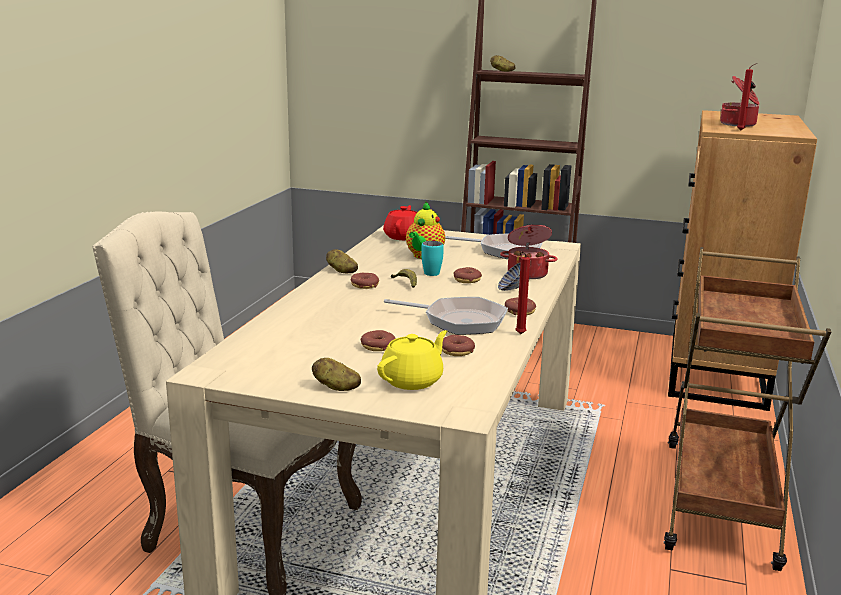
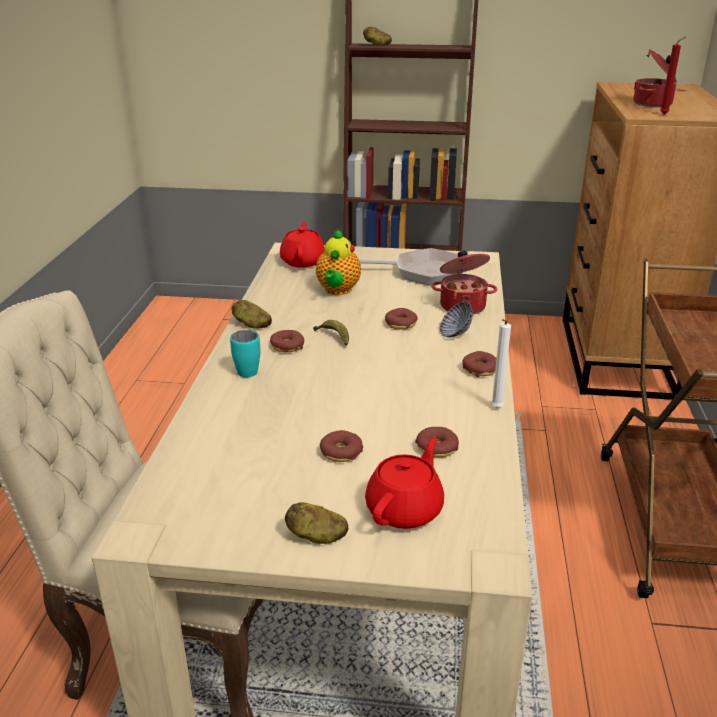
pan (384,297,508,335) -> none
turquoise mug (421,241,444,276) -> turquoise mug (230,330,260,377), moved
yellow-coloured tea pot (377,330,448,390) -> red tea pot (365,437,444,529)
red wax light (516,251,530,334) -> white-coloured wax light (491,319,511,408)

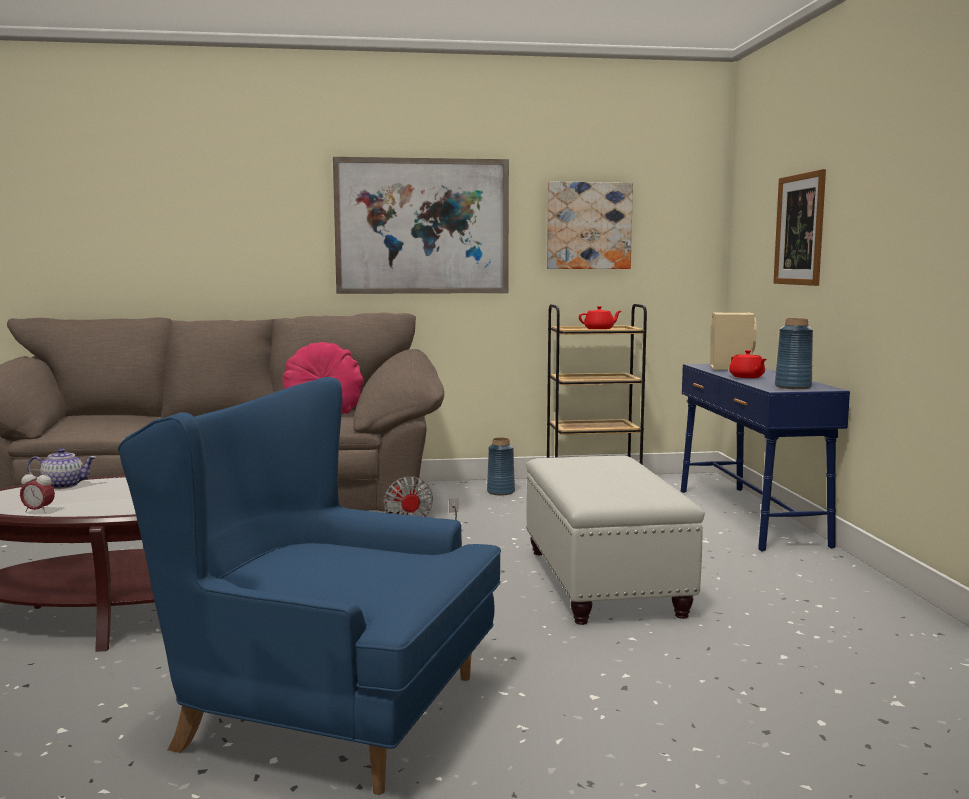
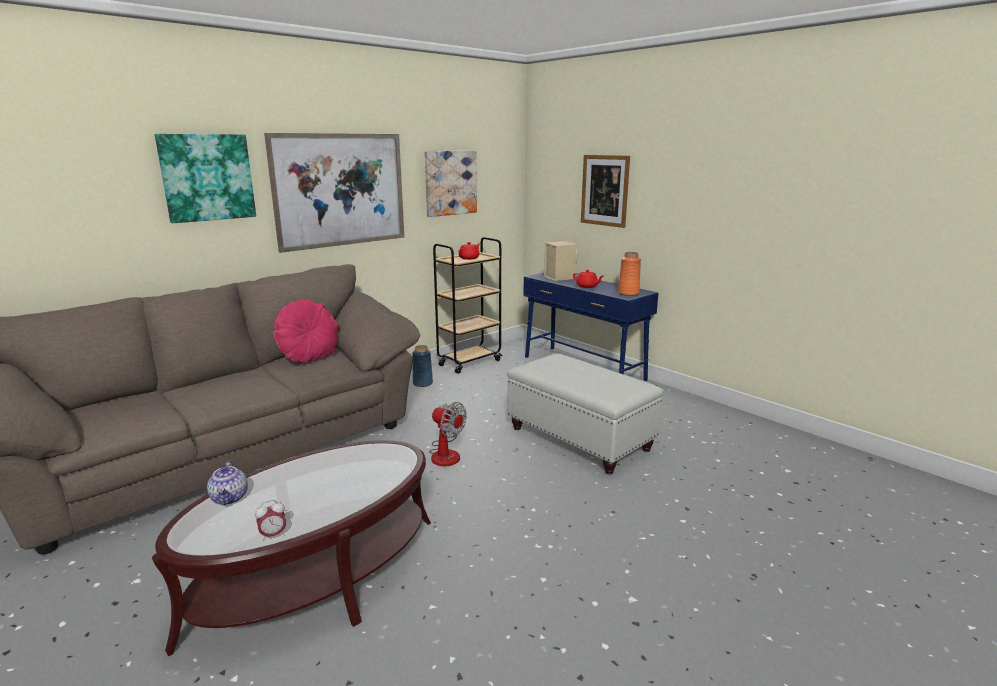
bluish lounge chair (118,377,501,795) -> none
none -> wall picture (155,134,256,223)
bluish decorative vase (775,318,813,389) -> orange decorative vase (618,252,641,296)
tea pot (27,448,96,489) -> tea pot (207,461,248,505), 120 degrees clockwise

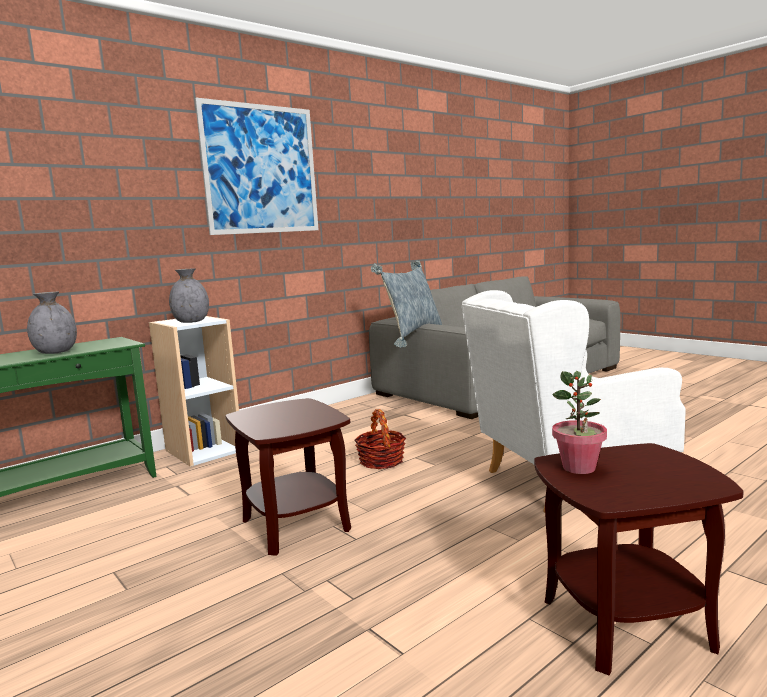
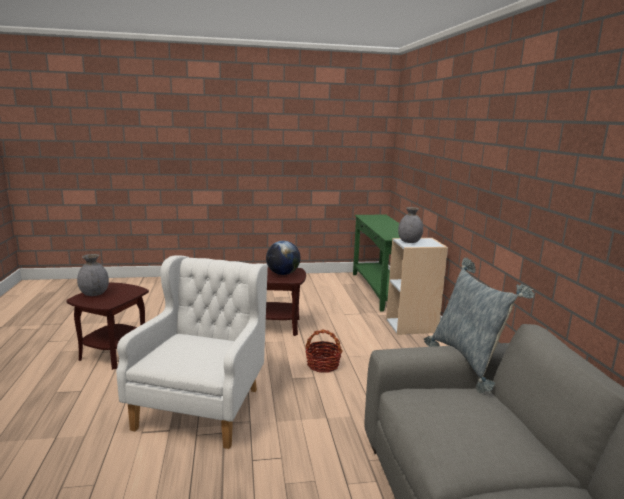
wall picture (195,98,318,235) -> none
plant in a pot (552,371,607,474) -> none
none -> globe (266,241,300,275)
gray decorative vase (27,292,77,354) -> gray decorative vase (77,254,109,296), moved

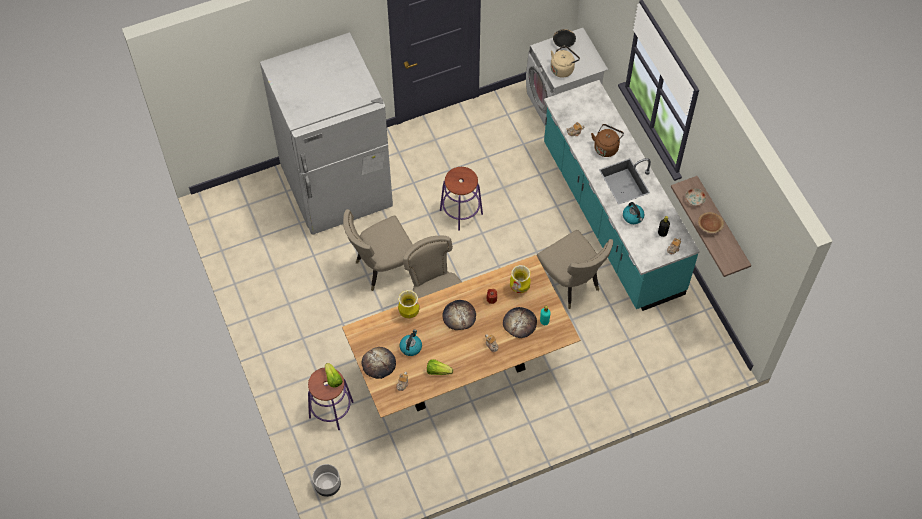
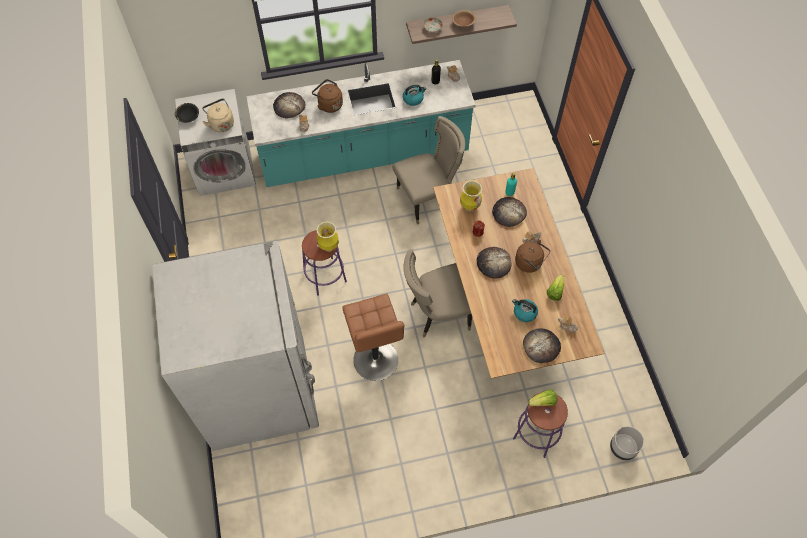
none -> baked bread (273,92,306,119)
none -> brownish water kettle (515,240,550,273)
decorative vase (398,290,420,319) -> decorative vase (316,221,339,252), moved
beige chair (343,209,413,291) -> brownish stool seat (342,293,405,381)

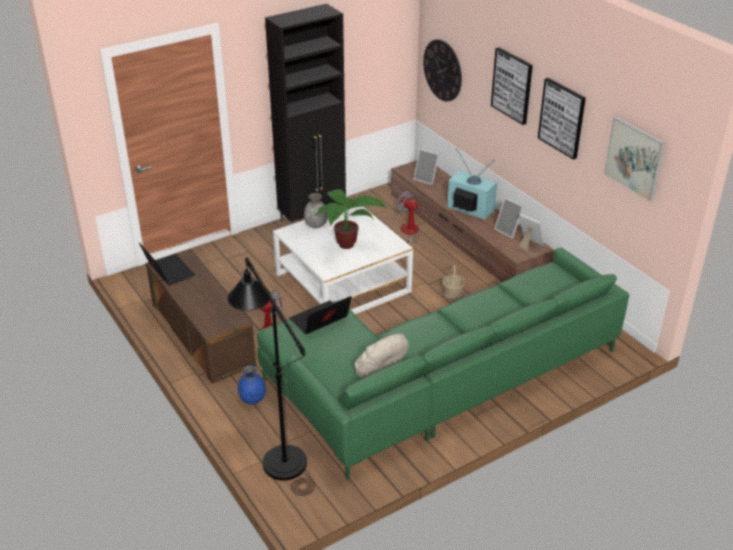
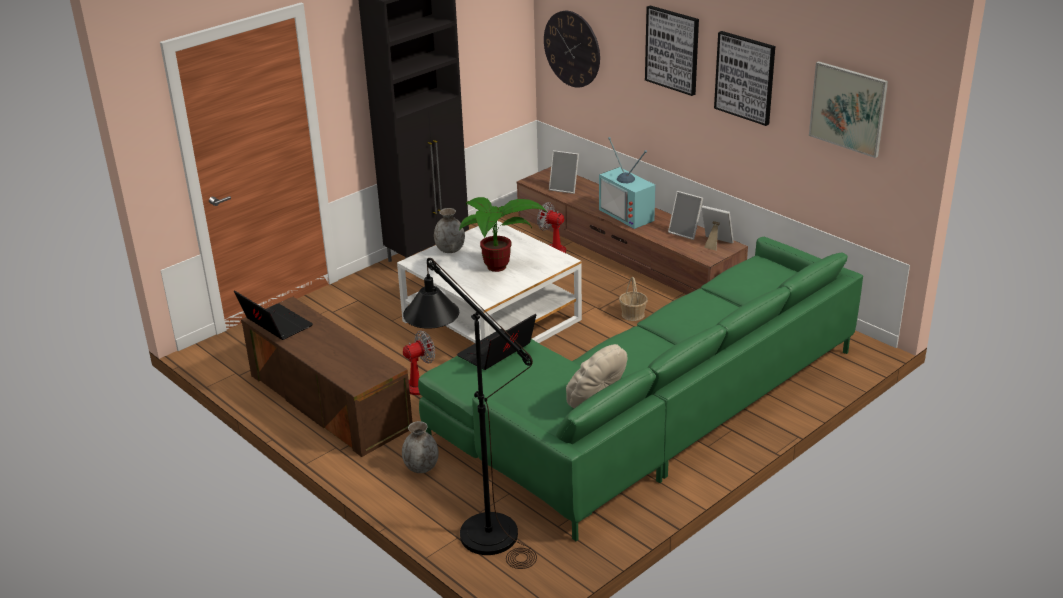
bluish decorative vase (238,366,266,404) -> gray decorative vase (402,421,439,473)
TV (447,148,497,220) -> TV (599,137,656,229), 150 degrees counterclockwise

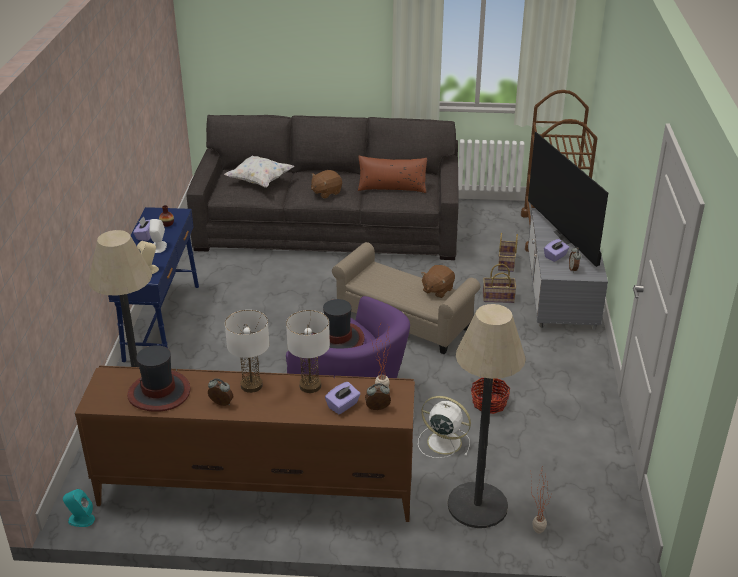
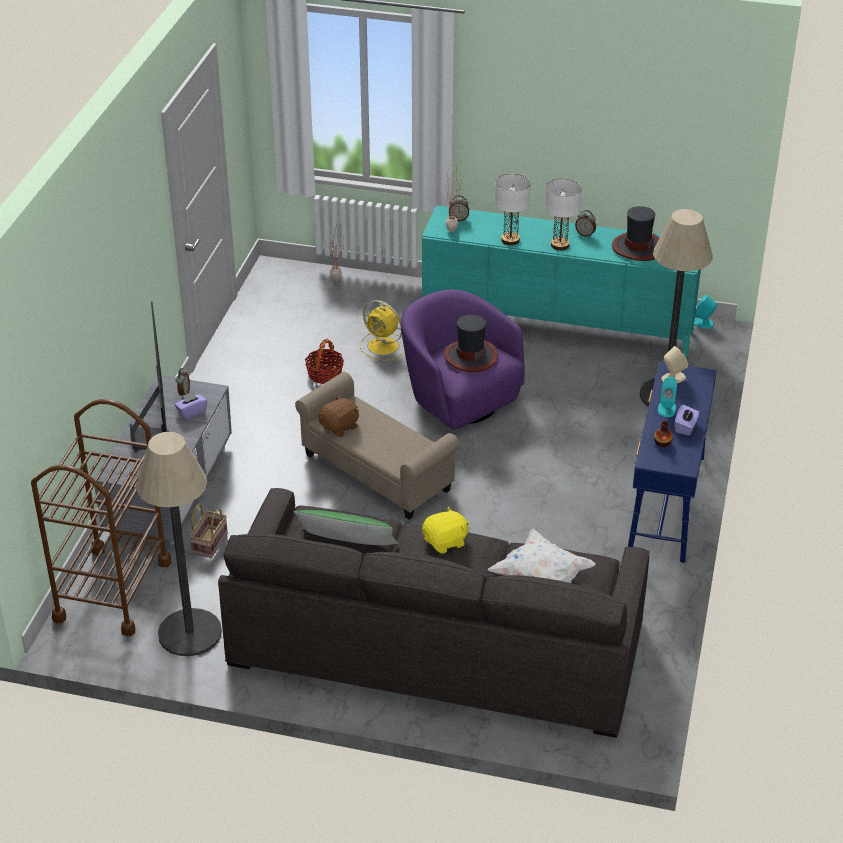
purple box of tissues (325,382,360,414) -> none
household basket (483,264,516,303) -> none
floor lamp (447,304,526,528) -> floor lamp (136,432,222,656), moved
brownish cabinet (75,366,415,522) -> turquoise cabinet (422,205,701,359)
white-coloured speaker (149,219,167,253) -> turquoise speaker (658,377,677,417)
brownish cuddly toy (311,170,342,199) -> yellow-coloured cuddly toy (422,507,469,554)
brownish cushion (358,156,427,193) -> green-coloured cushion (293,510,399,545)
white-coloured fan (418,396,471,458) -> yellow-coloured fan (360,300,405,361)

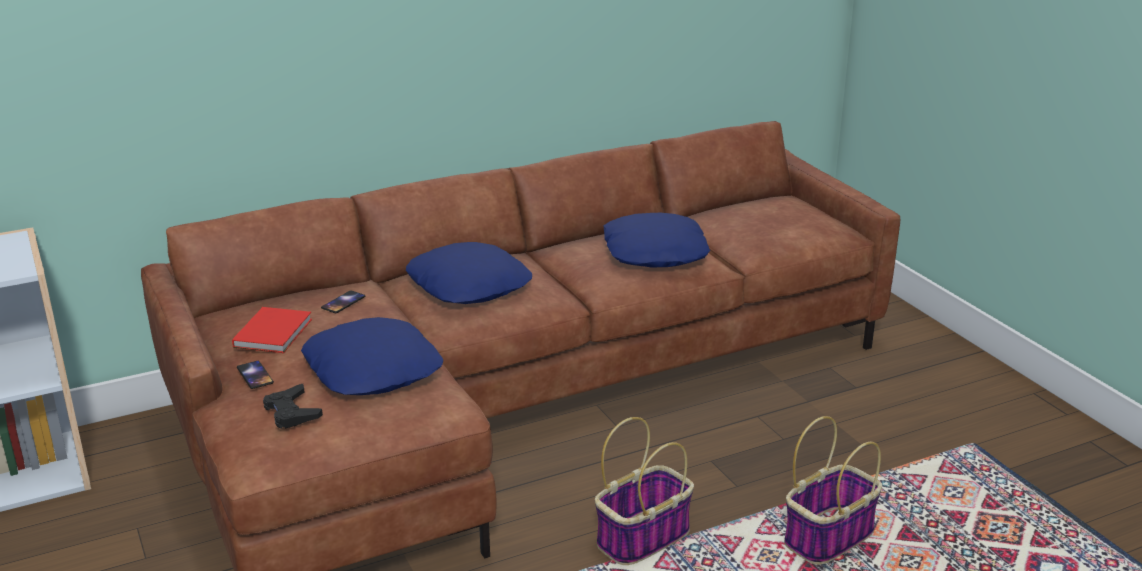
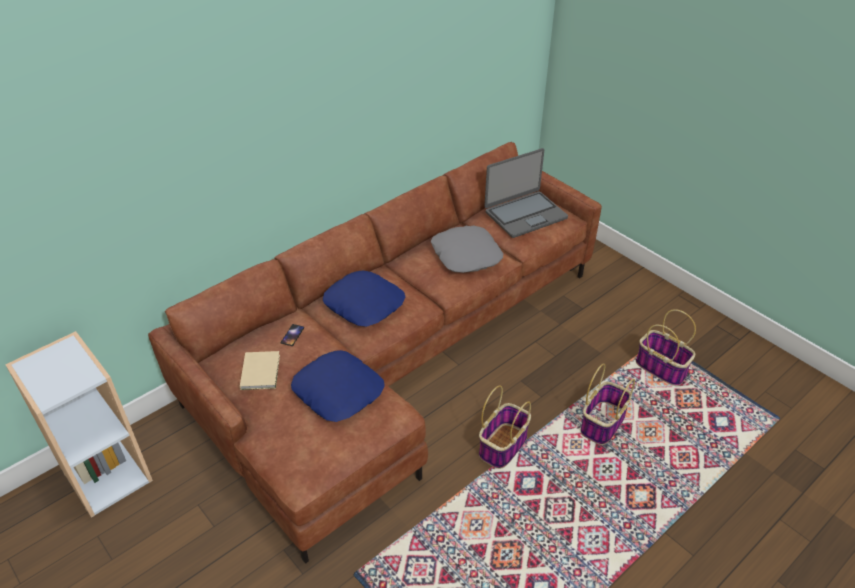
telephone (237,361,274,389) -> none
blackish gamepad (263,384,323,429) -> none
none -> portable computer (485,148,568,238)
none -> household basket (636,309,696,386)
red book (232,307,312,353) -> beige book (240,351,280,390)
bluish cushion (604,213,710,267) -> gray cushion (431,225,503,273)

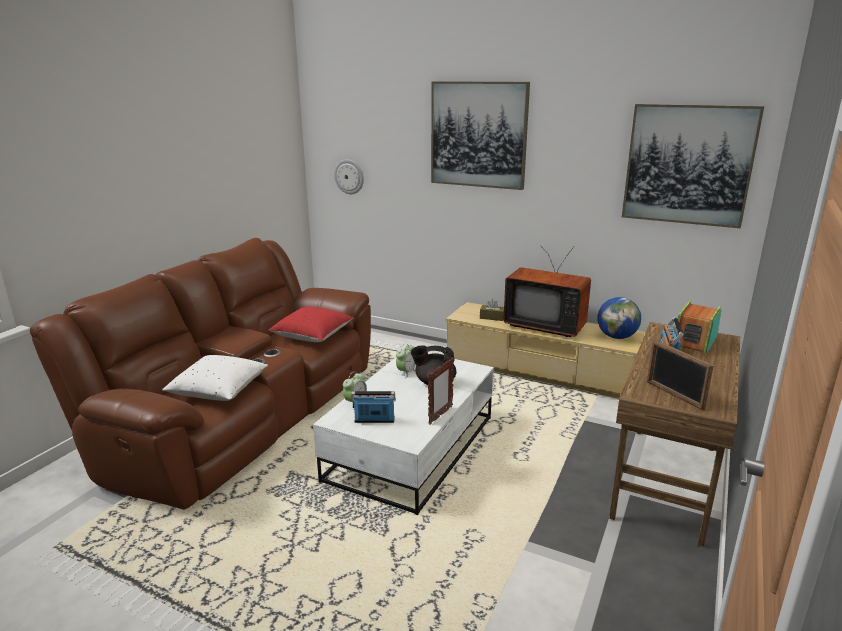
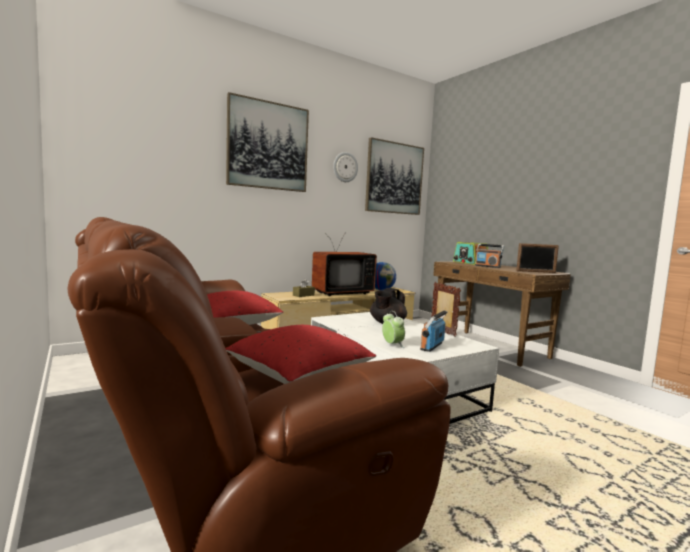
alarm clock (396,343,416,378) -> none
wall clock (334,159,364,194) -> wall clock (333,152,358,182), moved
white-coloured cushion (162,355,268,401) -> red cushion (225,325,376,384)

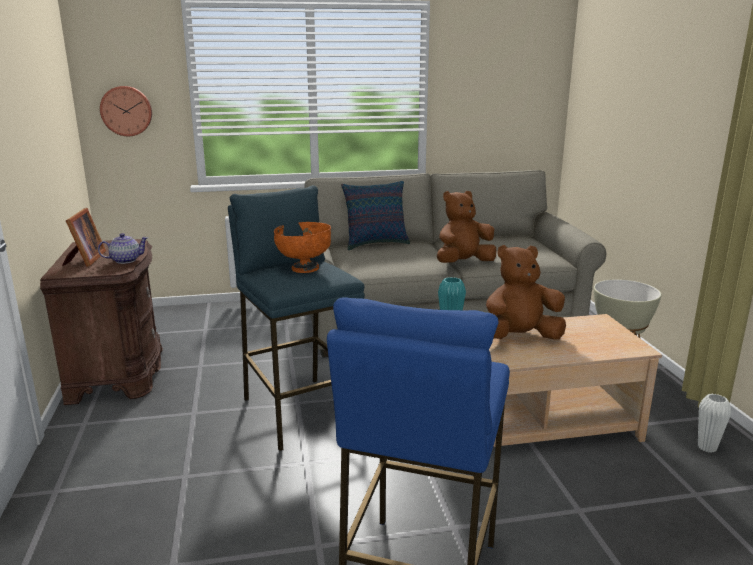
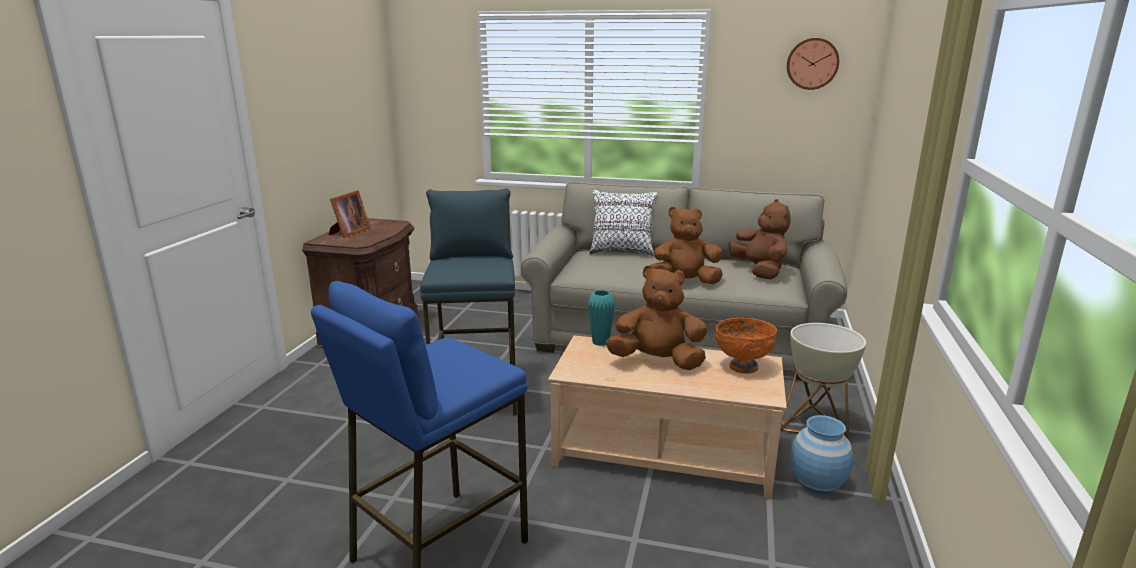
tea pot (98,233,148,264) -> none
white-coloured decorative vase (698,394,731,453) -> none
none -> brownish cuddly toy (728,199,790,280)
none -> bluish decorative vase (791,415,854,494)
wall clock (100,86,152,136) -> wall clock (787,38,839,90), moved
orange bowl (274,222,331,273) -> orange bowl (716,318,777,374), moved
bluish cushion (341,181,410,250) -> white-coloured cushion (589,190,657,256)

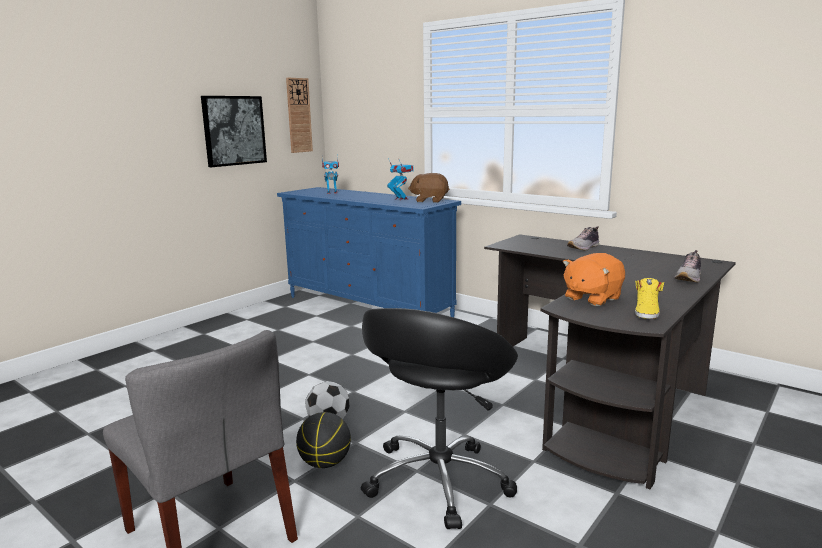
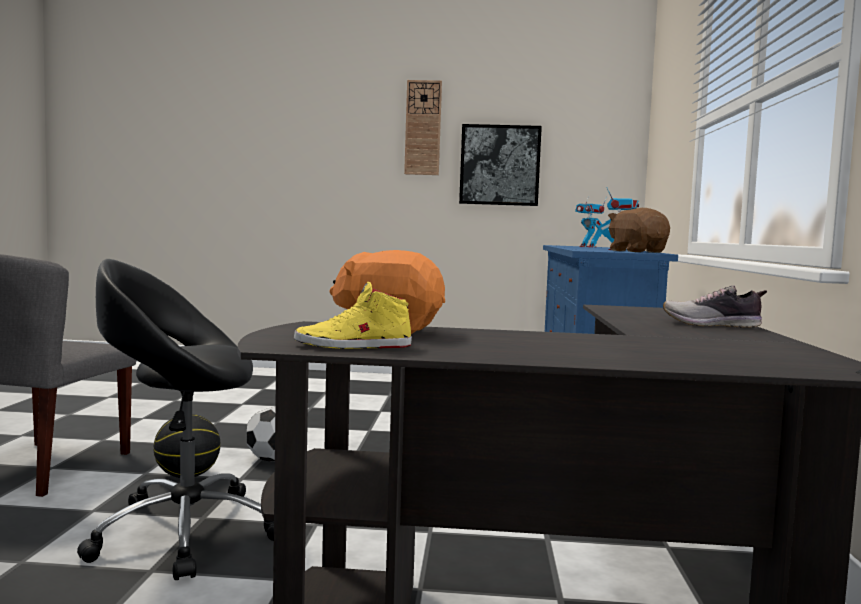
low shoe (674,250,701,282) -> none
wall clock (286,78,313,153) -> wall clock (404,80,442,175), moved

